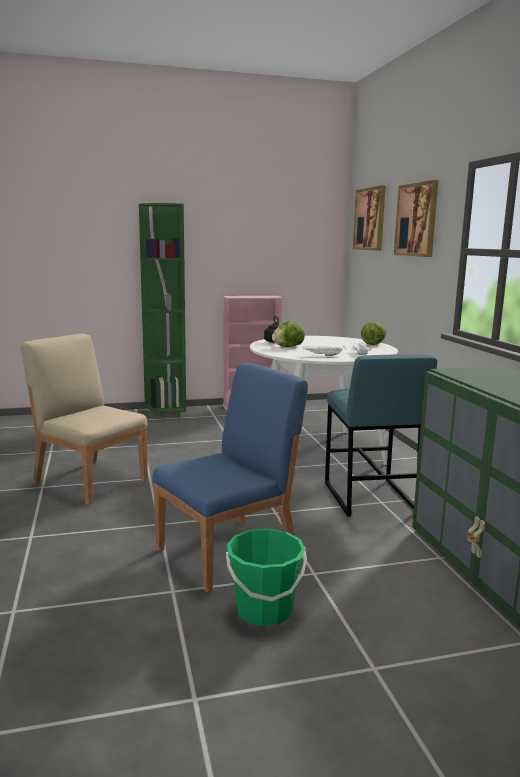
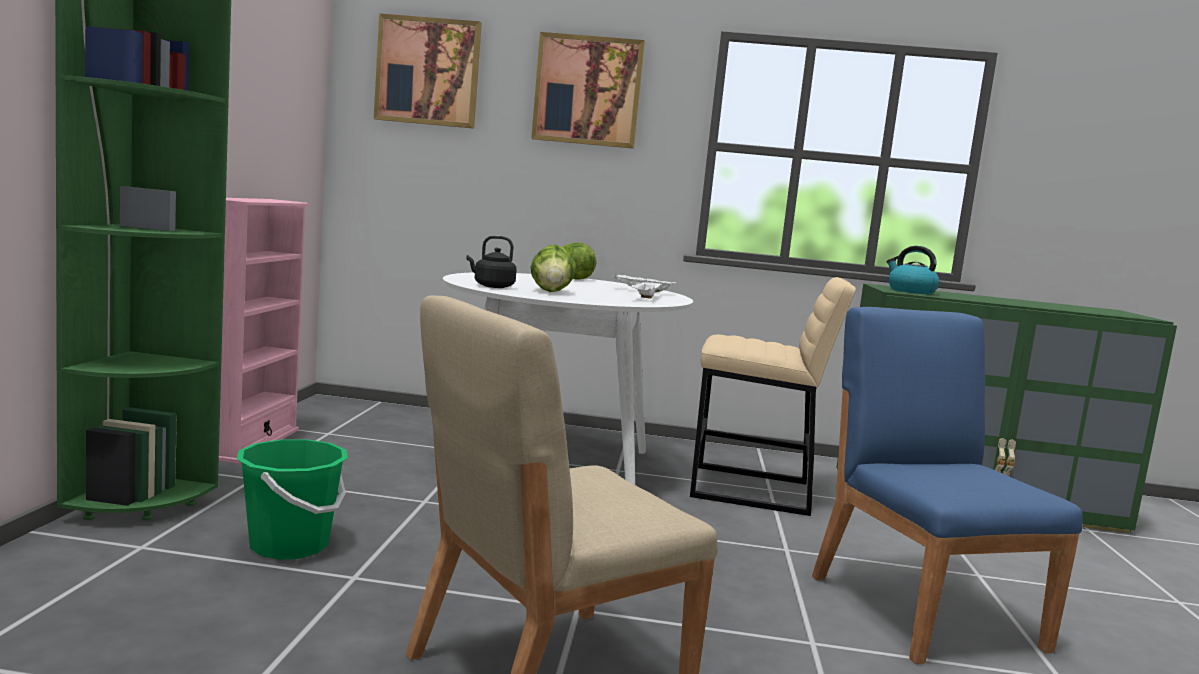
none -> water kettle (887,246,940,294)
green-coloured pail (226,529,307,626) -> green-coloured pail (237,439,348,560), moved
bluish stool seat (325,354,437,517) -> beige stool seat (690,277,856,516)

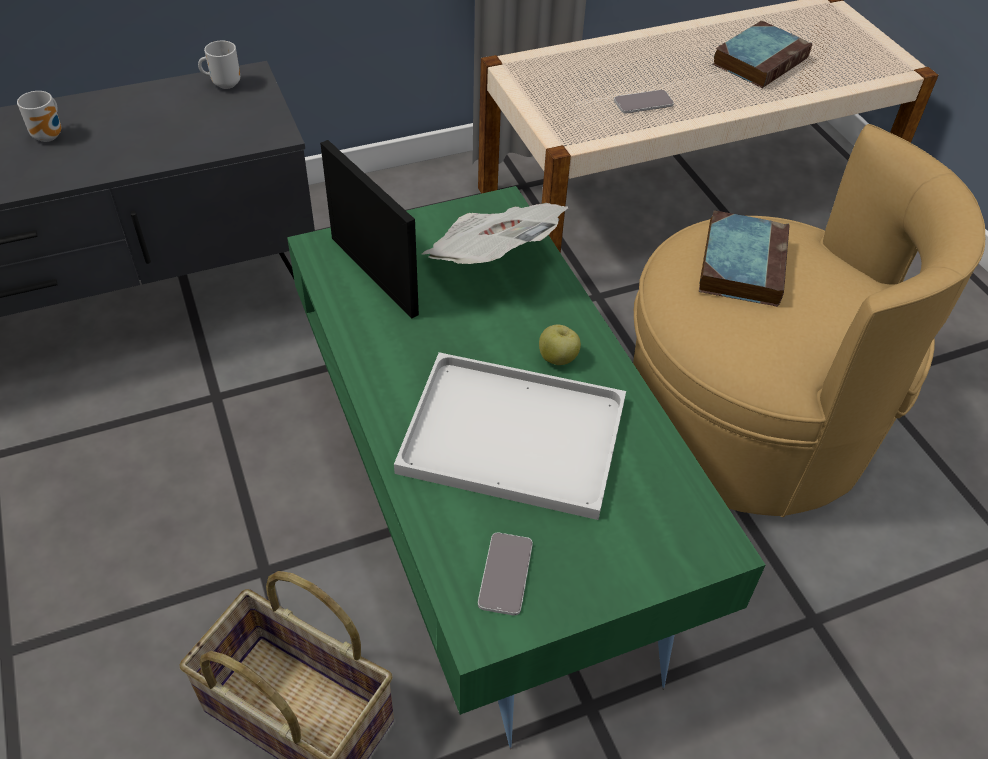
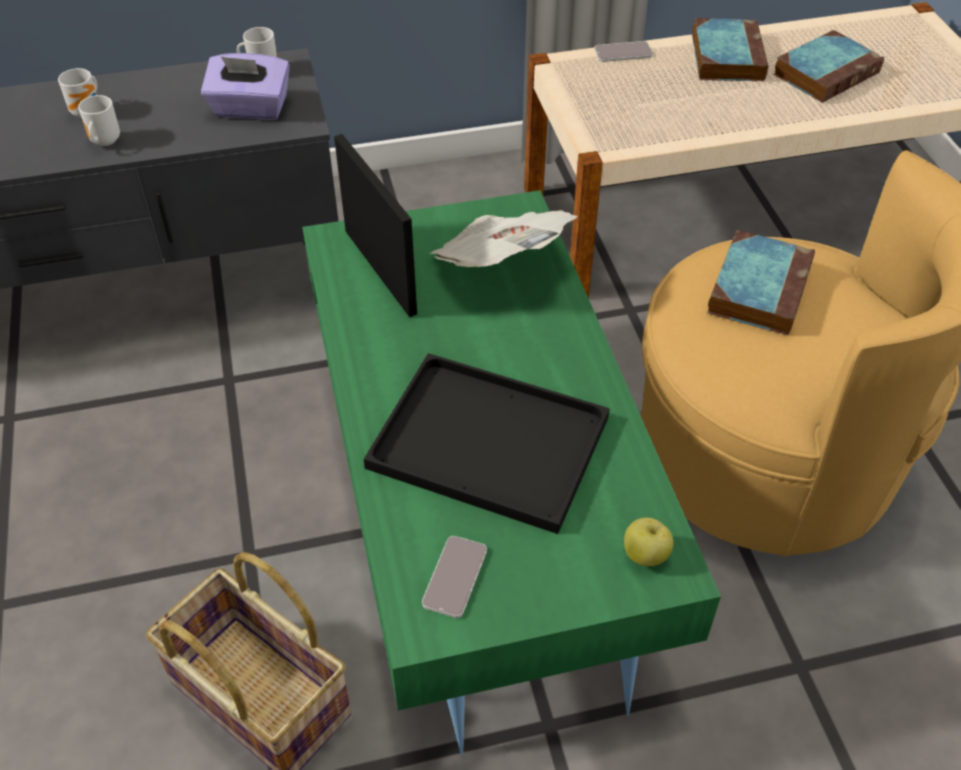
none -> mug (78,95,120,146)
none -> purple box of tissues (201,53,290,120)
none -> book (692,18,768,81)
whole apple (539,325,581,365) -> whole apple (624,518,673,566), moved
telephone (614,90,674,114) -> telephone (595,41,653,62), moved
white-coloured carrying tray (394,352,626,520) -> blackish carrying tray (364,353,610,534)

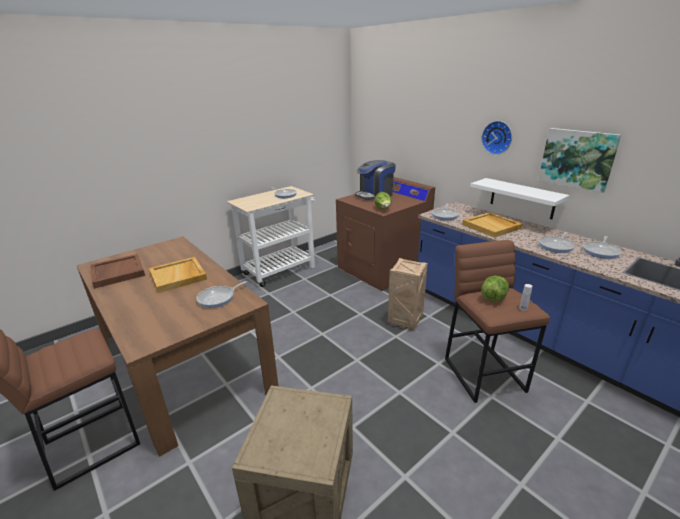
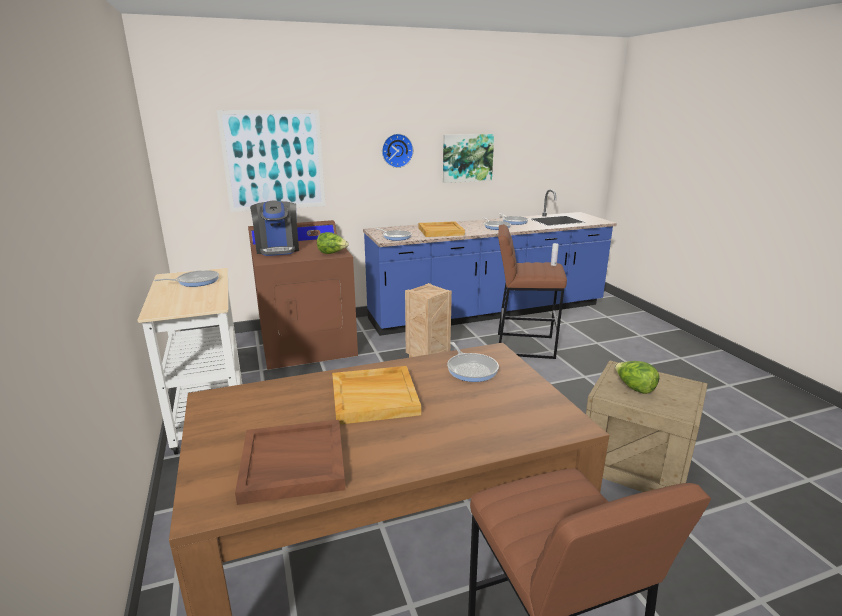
white-coloured shelf (470,178,570,219) -> none
none -> wall picture (217,110,326,212)
lettuce (481,276,509,302) -> lettuce (615,361,660,394), moved

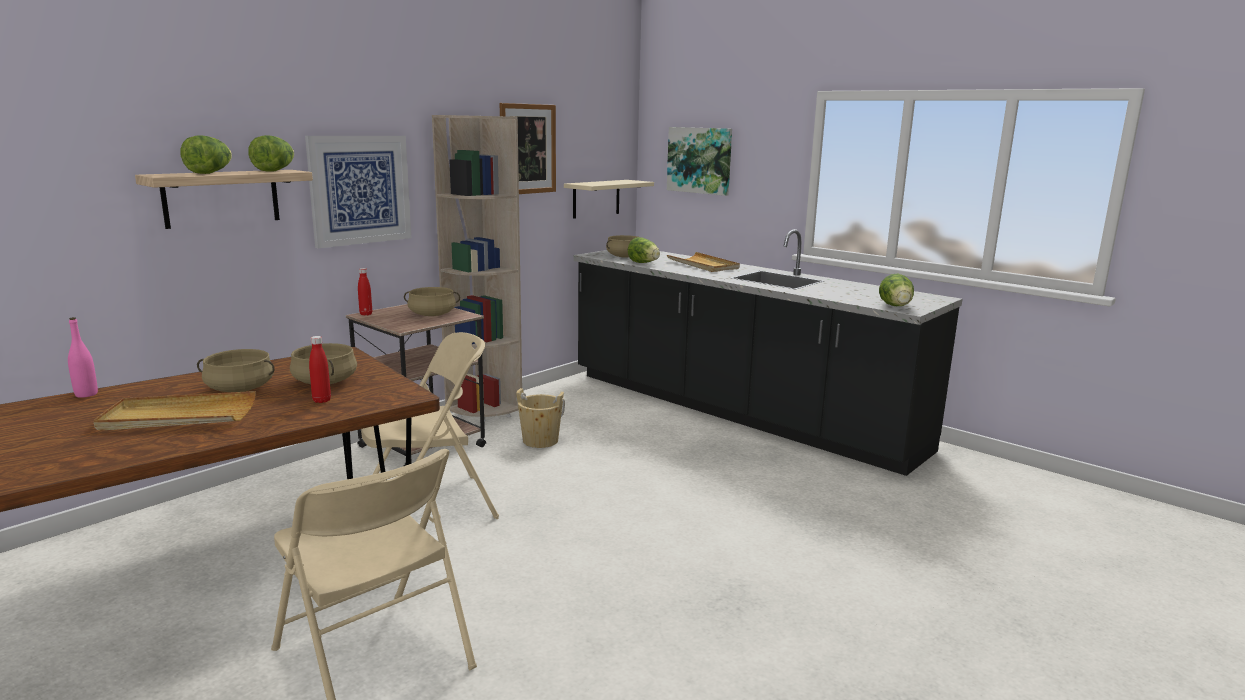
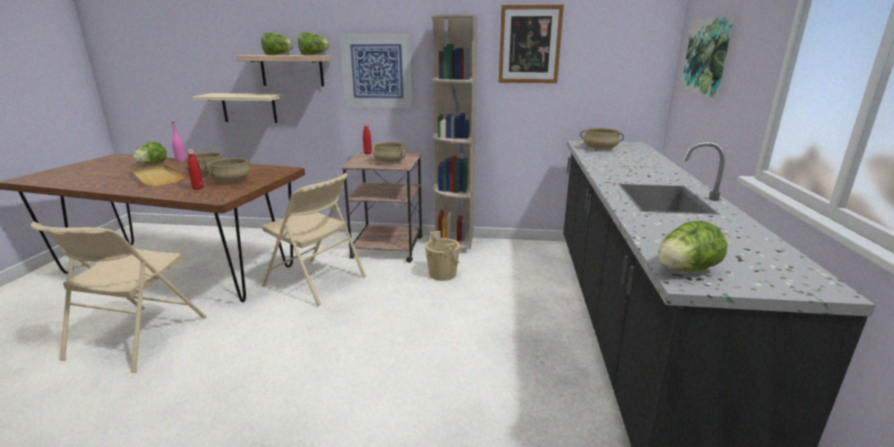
beige carrying tray (667,252,740,272) -> none
beige shelf (564,180,654,219) -> beige shelf (192,93,284,123), moved
lettuce (628,237,660,263) -> lettuce (133,142,167,164), moved

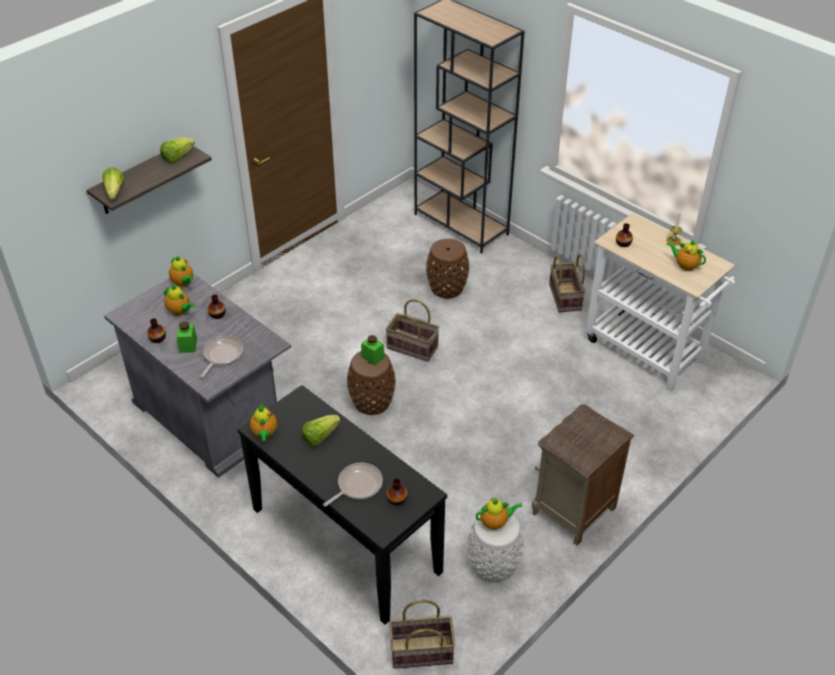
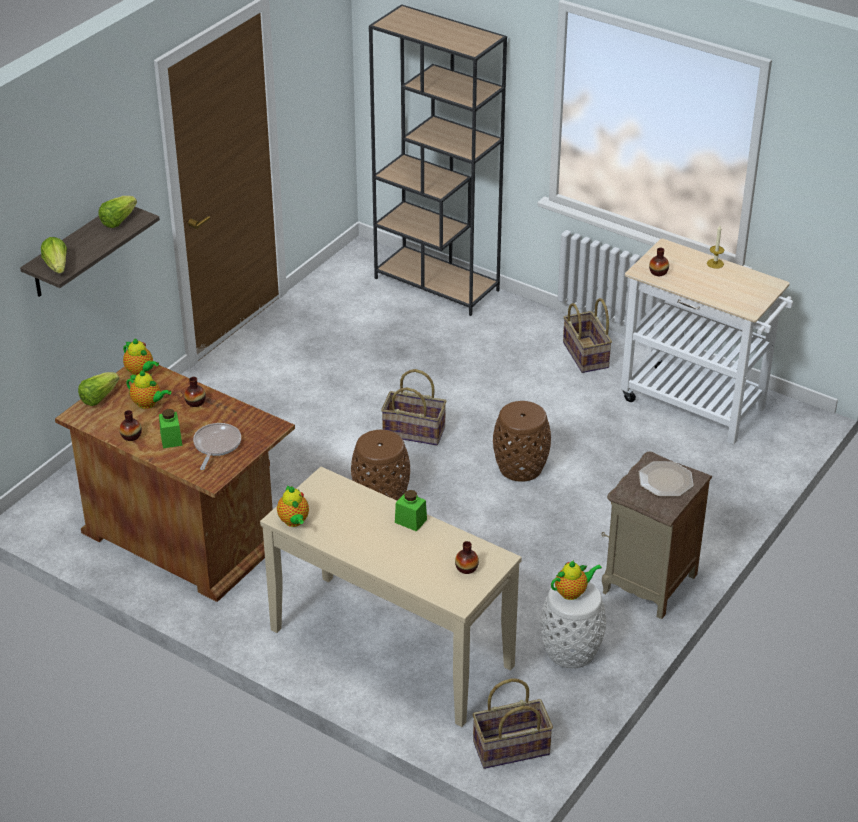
pan (323,463,383,507) -> none
tea pot (666,239,706,271) -> none
none -> dinner plate (639,461,694,497)
lettuce (302,415,341,447) -> lettuce (78,372,119,406), moved
green-coloured preserve jar (361,335,385,366) -> green-coloured preserve jar (395,490,427,532), moved
brownish stool seat (426,239,469,298) -> brownish stool seat (493,401,551,482), moved
gray cabinet (104,273,291,478) -> brownish cabinet (55,365,295,602)
blackish console table (238,385,447,625) -> beige console table (260,467,522,727)

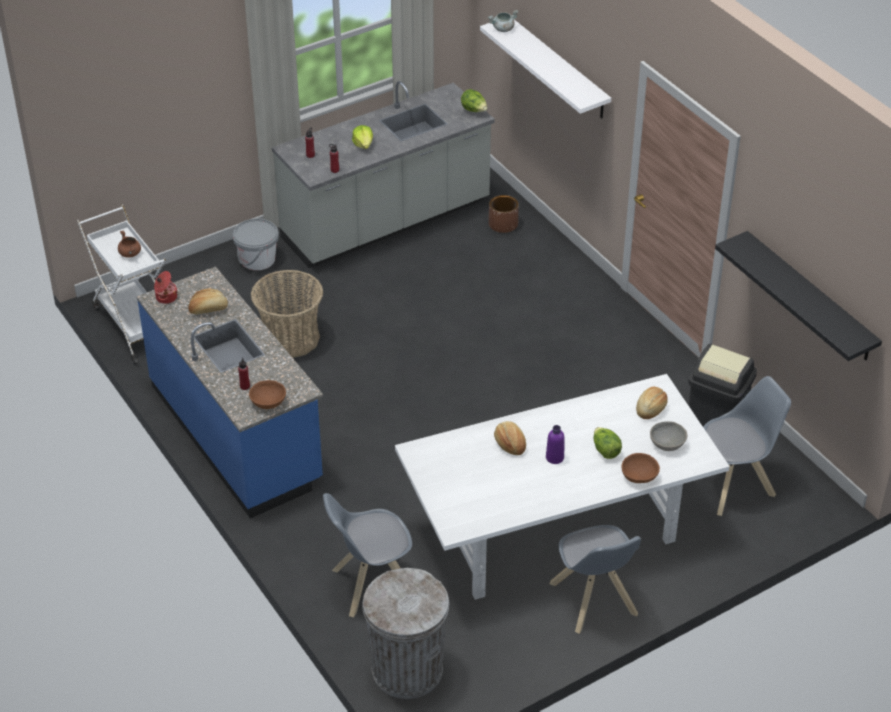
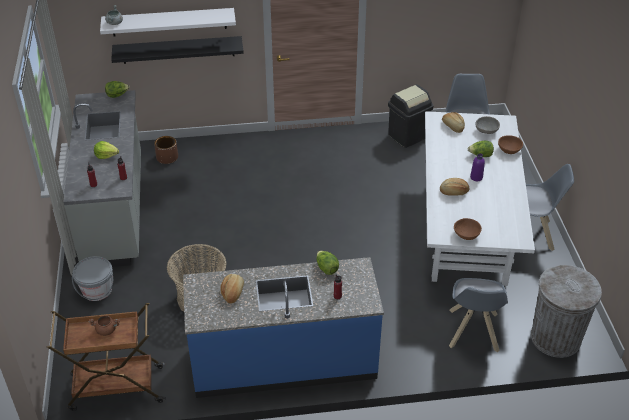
cooking pot (154,271,177,304) -> none
none -> lettuce (316,251,339,275)
brownish bowl (249,380,286,409) -> brownish bowl (454,218,482,240), moved
blackish shelf (715,231,882,361) -> blackish shelf (111,36,244,64), moved
white-coloured trolley (77,204,166,365) -> brownish trolley (47,303,166,411)

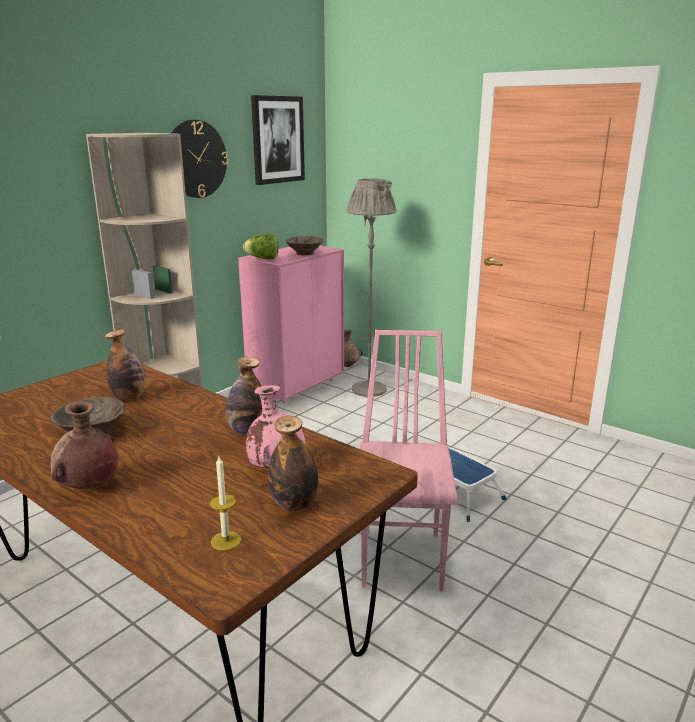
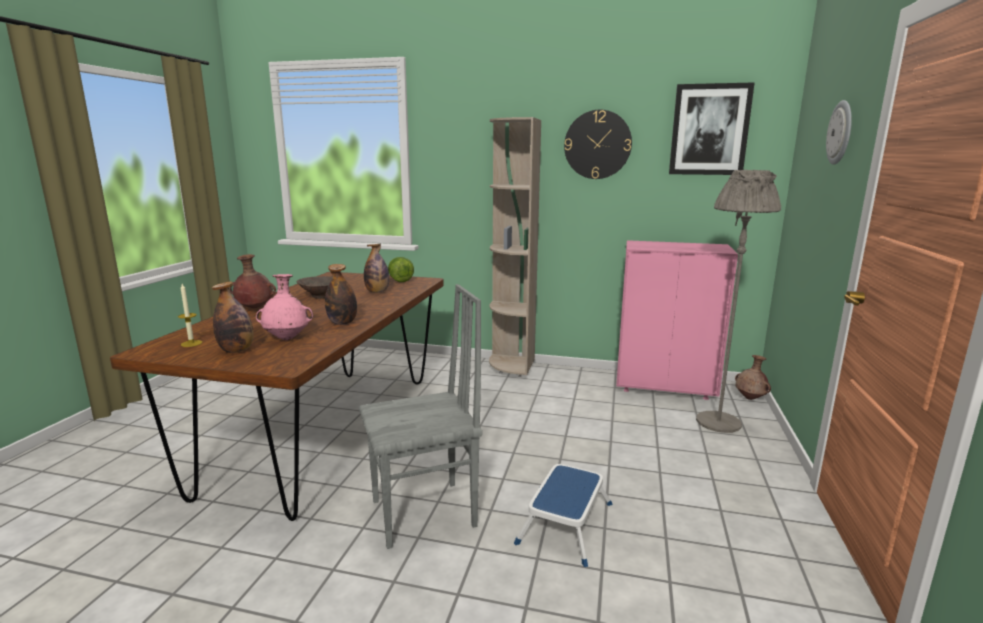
brownish bowl (285,236,324,255) -> none
none -> wall clock (826,100,852,165)
lettuce (243,234,279,259) -> lettuce (388,257,414,282), moved
pink chair (360,330,458,591) -> gray chair (359,284,482,549)

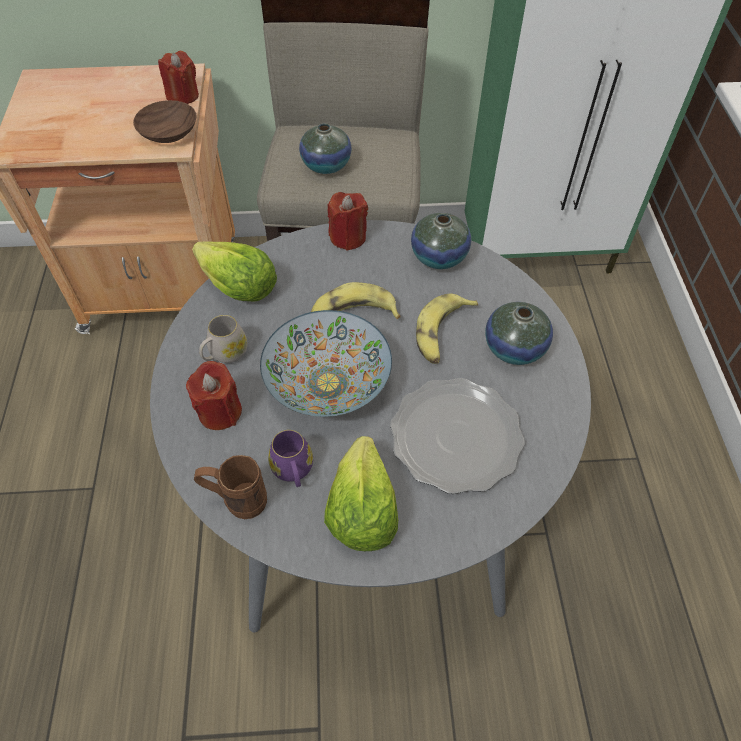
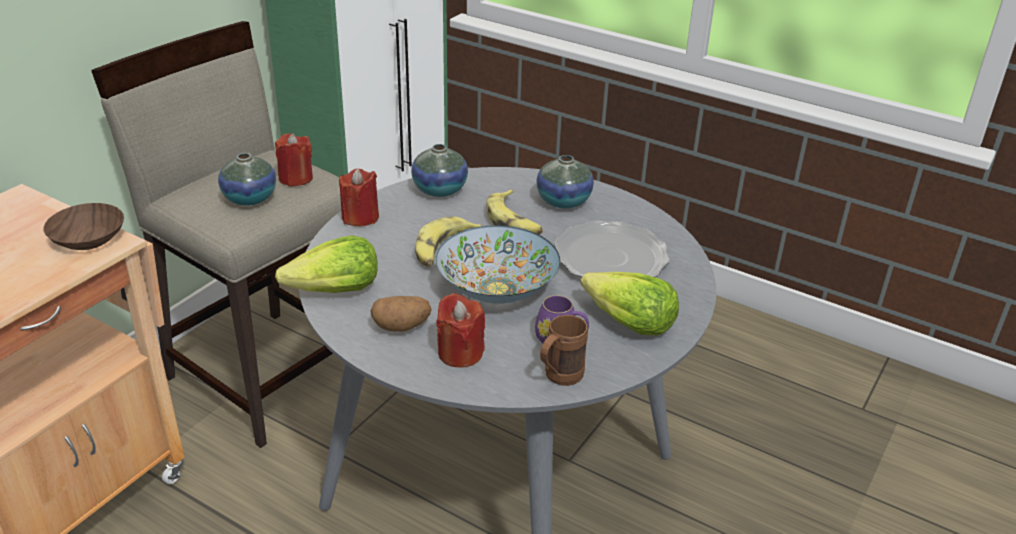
red wax light (158,51,199,104) -> red wax light (275,133,313,187), moved
white-coloured mug (199,315,248,363) -> spud (371,296,432,332)

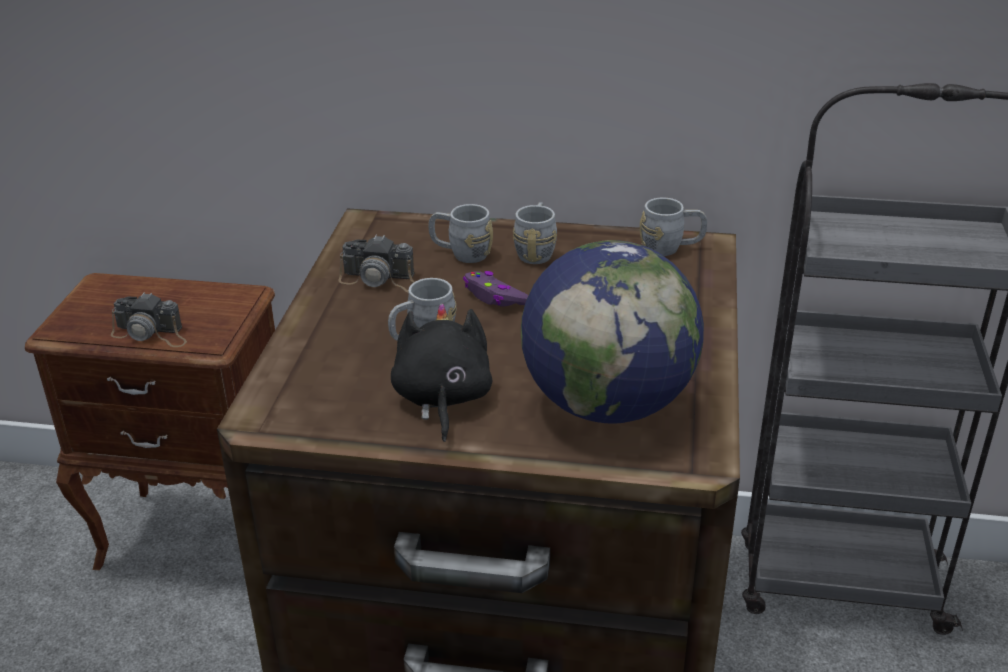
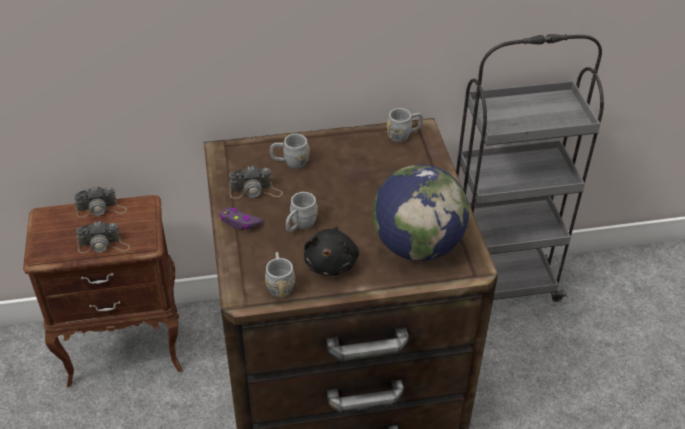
none -> still camera (74,186,127,217)
purple gamepad (463,271,528,307) -> purple gamepad (219,207,263,230), moved
gray mug (513,202,557,264) -> gray mug (265,252,295,298), moved
blackish cuddly toy (391,303,492,442) -> blackish cuddly toy (304,226,359,276), 150 degrees counterclockwise

